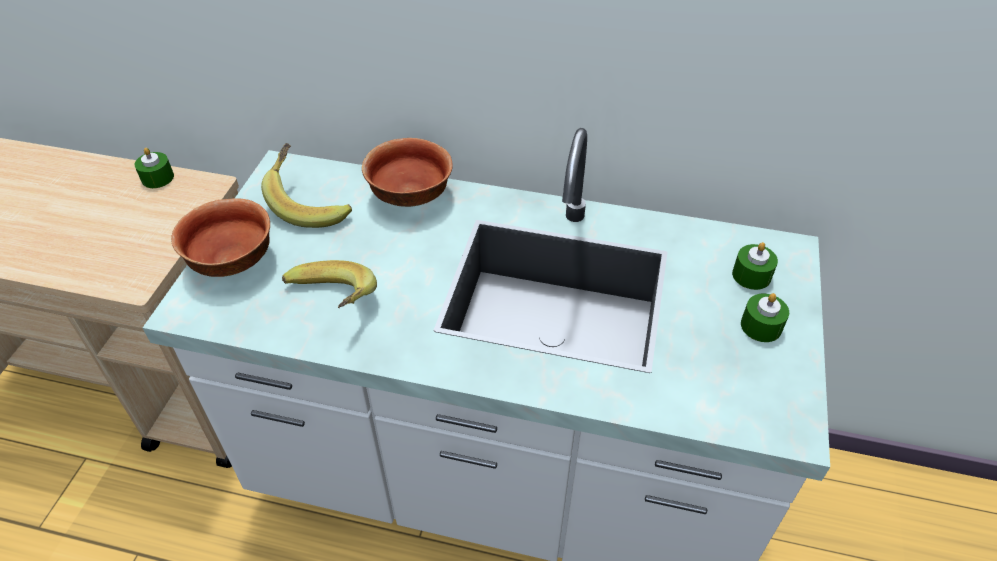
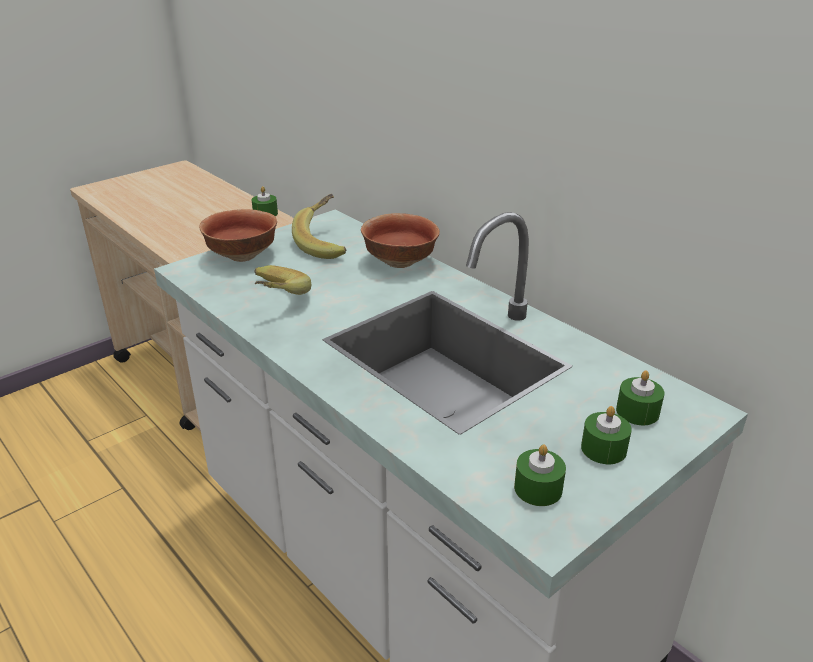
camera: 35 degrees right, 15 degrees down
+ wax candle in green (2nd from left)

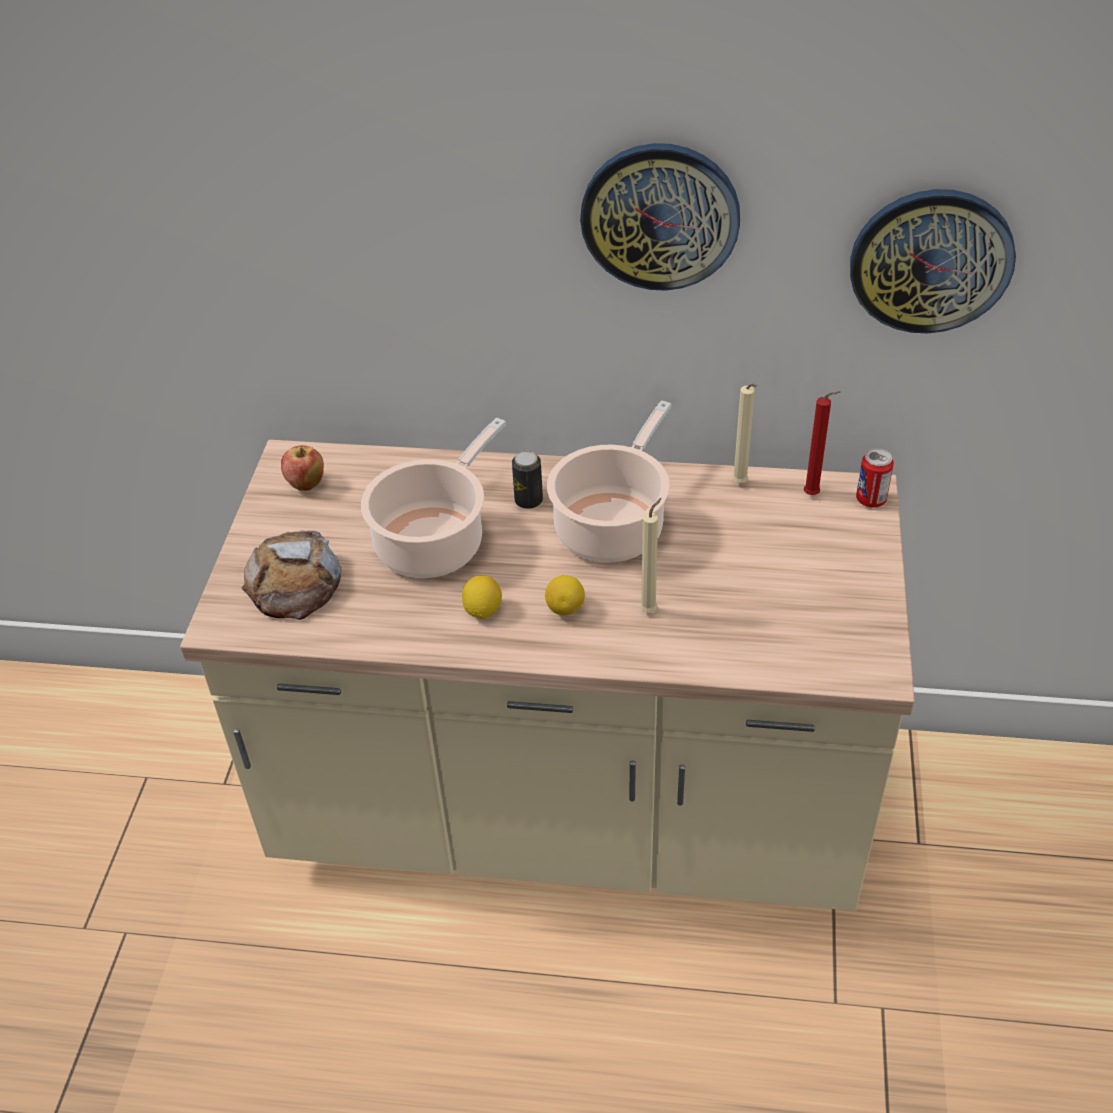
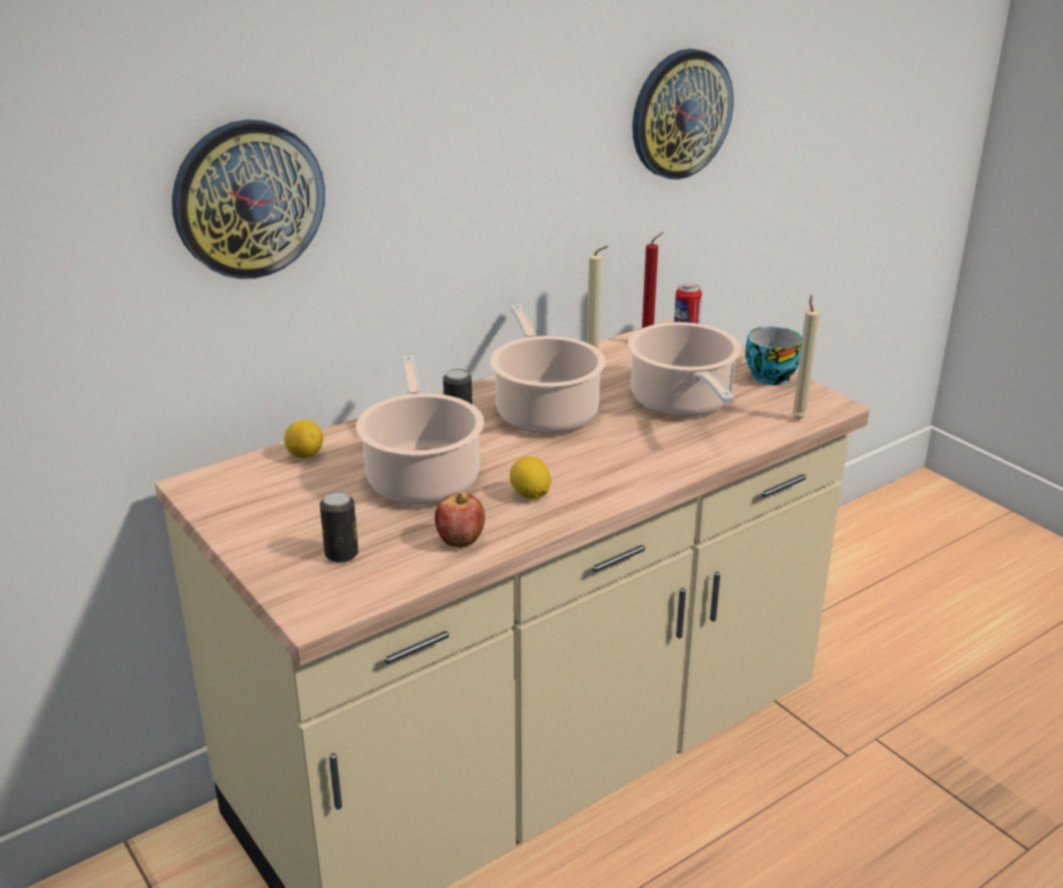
camera: 45 degrees left, 15 degrees down
~ hanging clock (1st from left)
~ apple
~ wax candle in sand-coloured (1st from left in the first image) to wax candle in sand-coloured (2nd from left)
~ baked bread to sealed can (1st from left)
~ lemon (2nd from left in the first image) to lemon (1st from left)
+ cooking pot (3rd from left)
+ cup

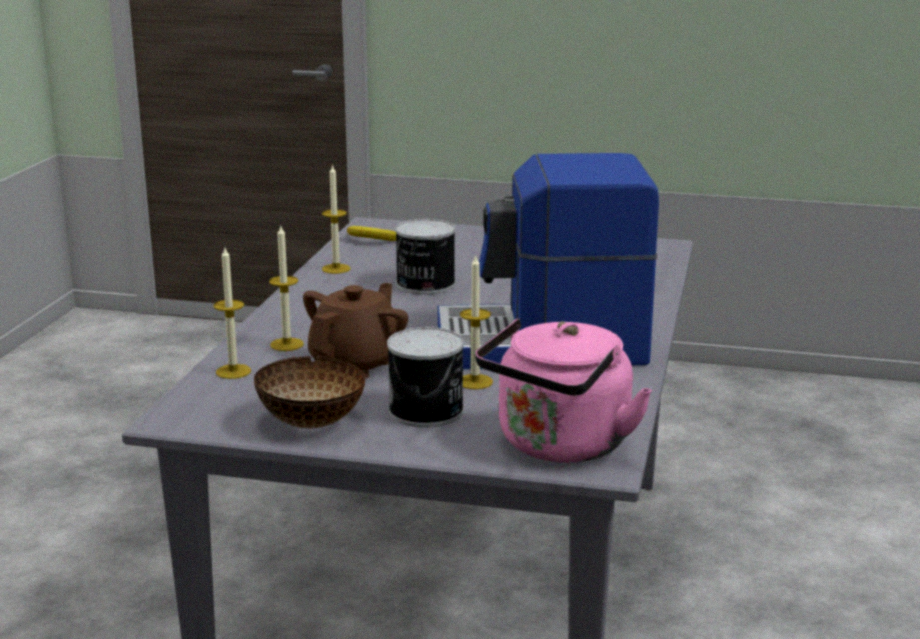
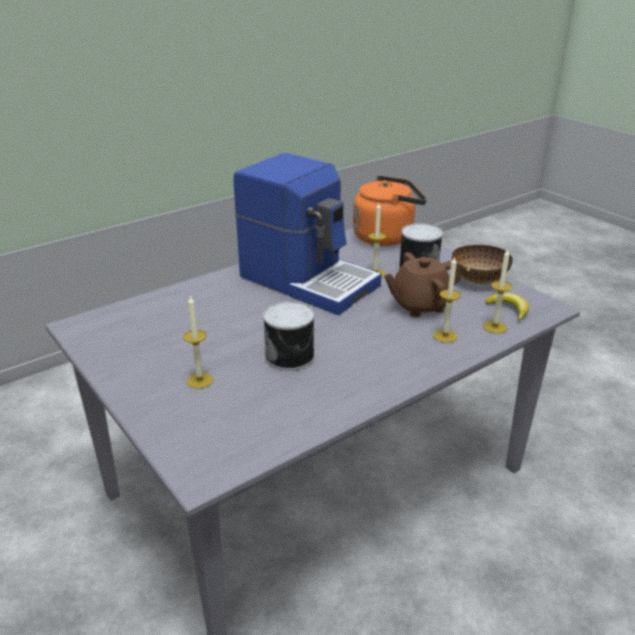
camera: 140 degrees left, 10 degrees up
~ wax candle (3rd from left in the first image) to wax candle (1st from left)
~ whole banana
~ kettle in pink-coloured to kettle in orange-coloured

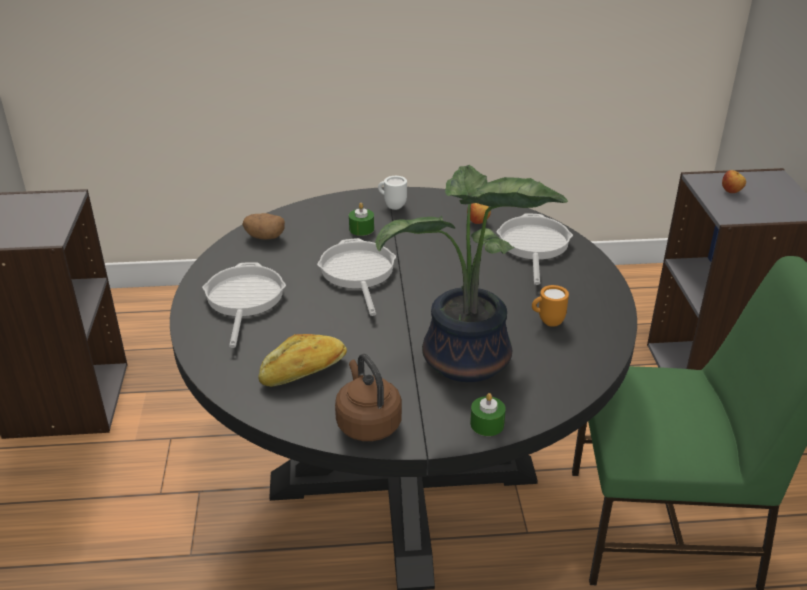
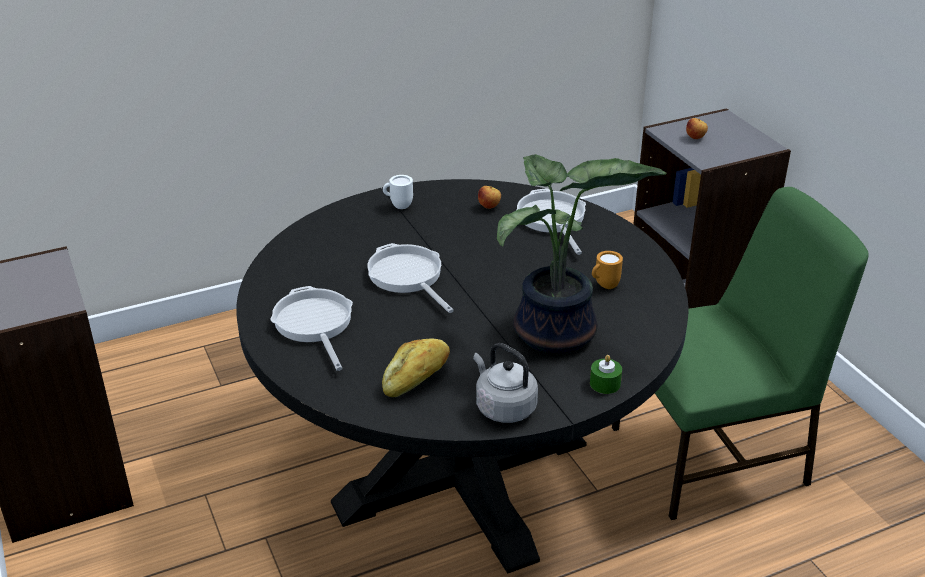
camera: 20 degrees left, 0 degrees up
- wax candle in green (1st from left)
- whole potato
~ kettle in brown-coloured to kettle in gray

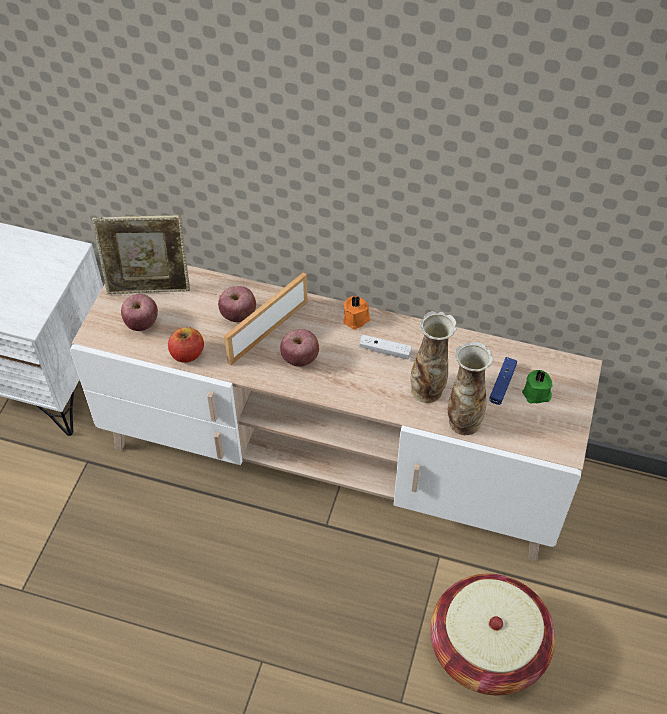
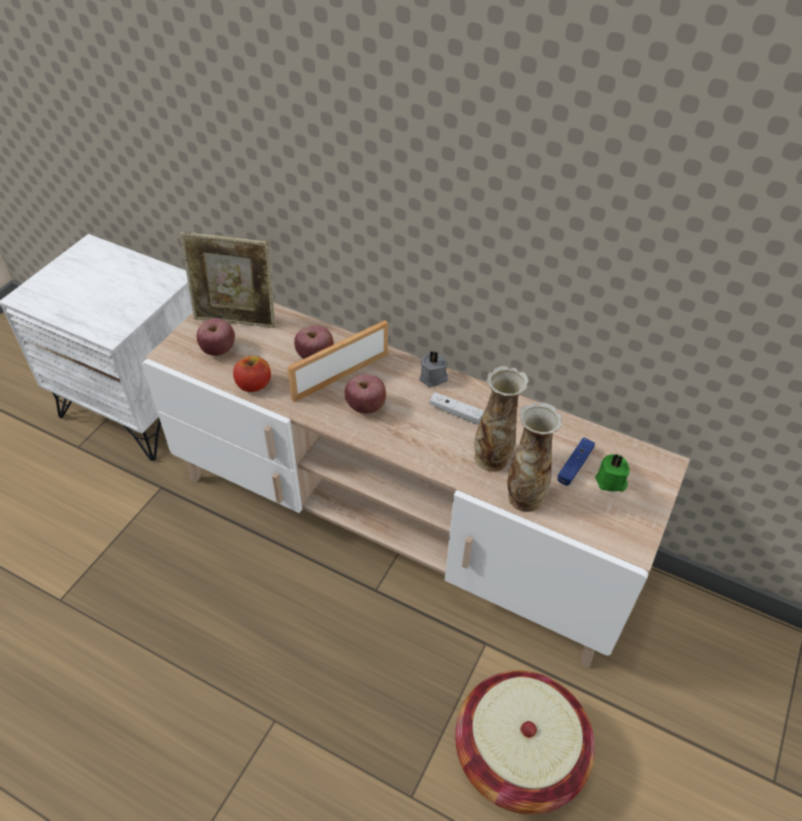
camera: 10 degrees right, 5 degrees down
~ wax candle in orange-coloured to wax candle in gray

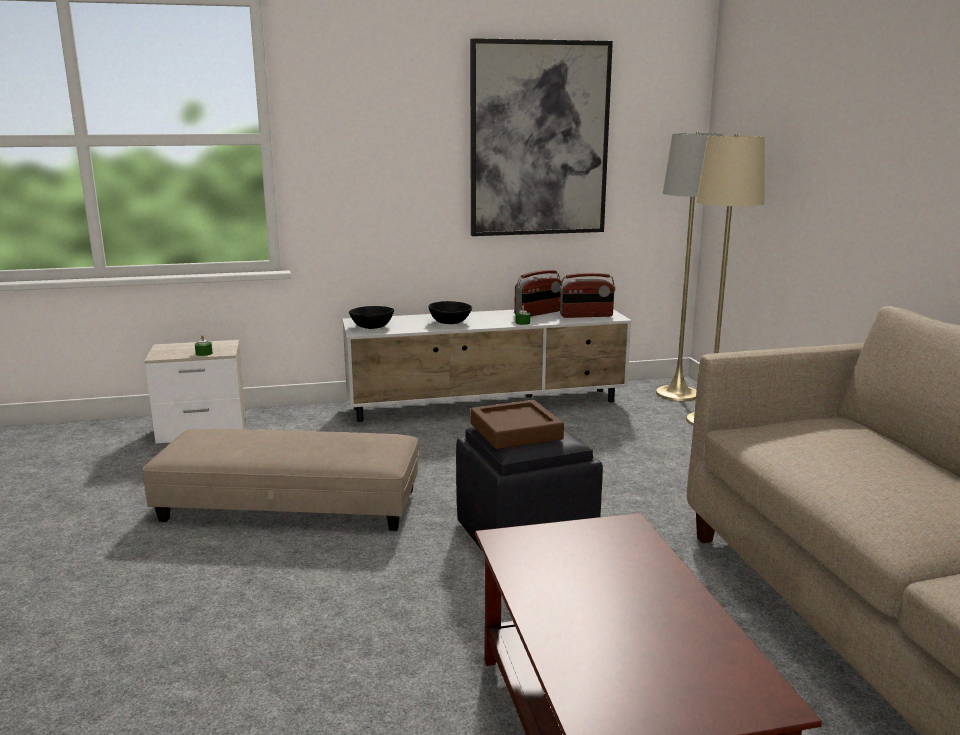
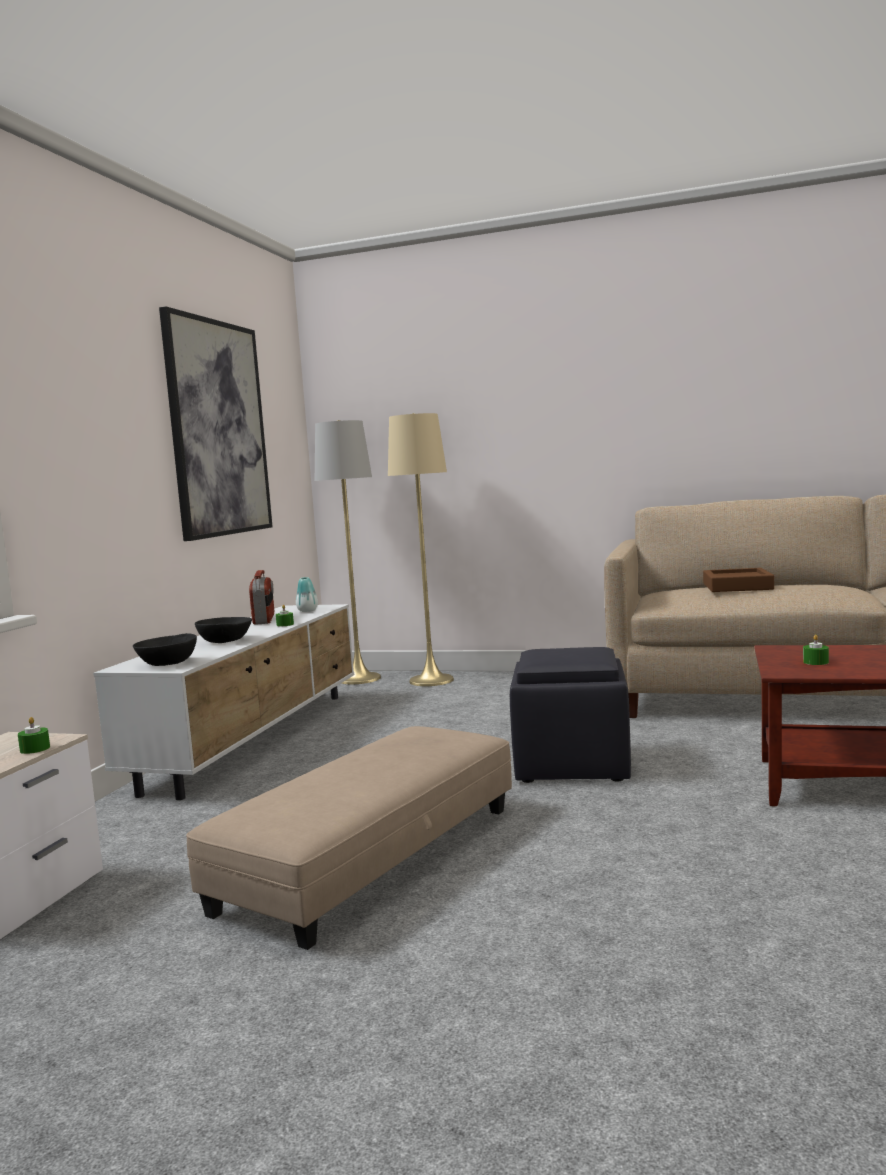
camera: 60 degrees left, 10 degrees down
~ radio (2nd from left) to flower vase
~ tray in brown-coloured
+ wax candle in green (3rd from left)

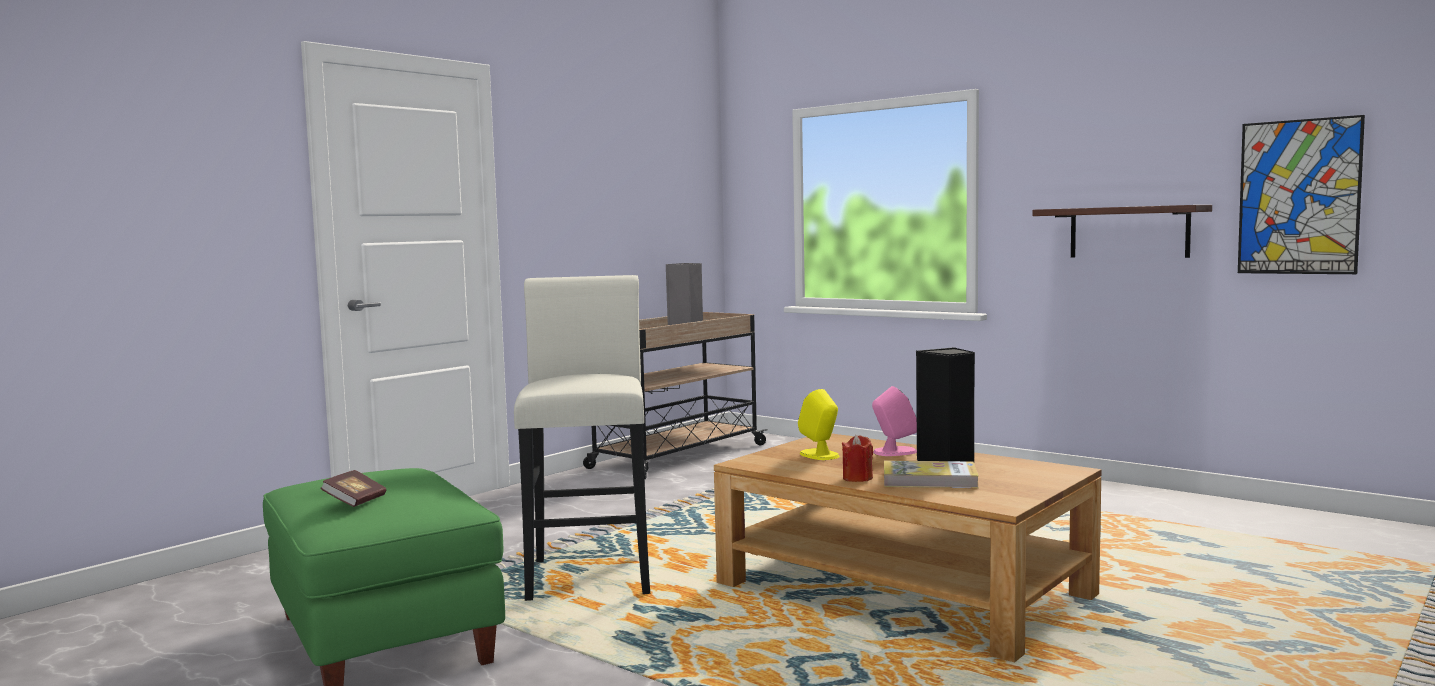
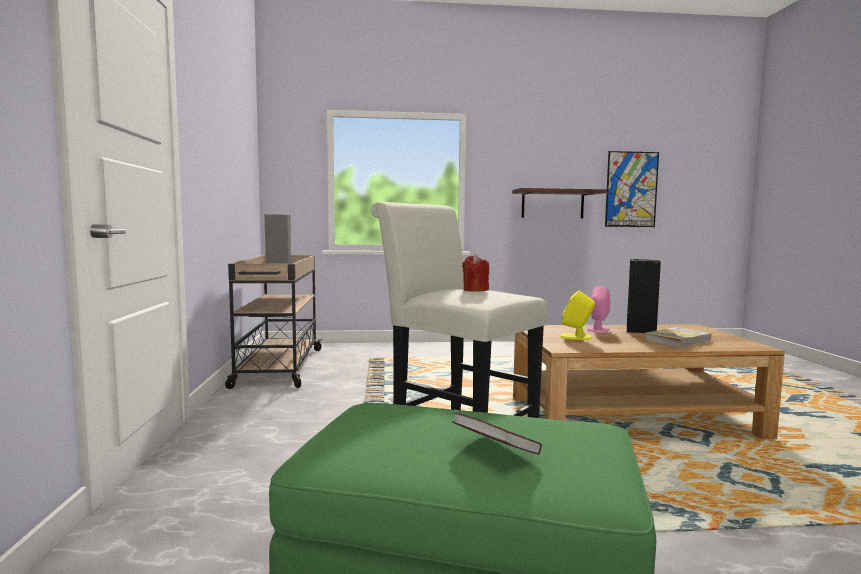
camera: 45 degrees left, 0 degrees up
~ wax candle in red

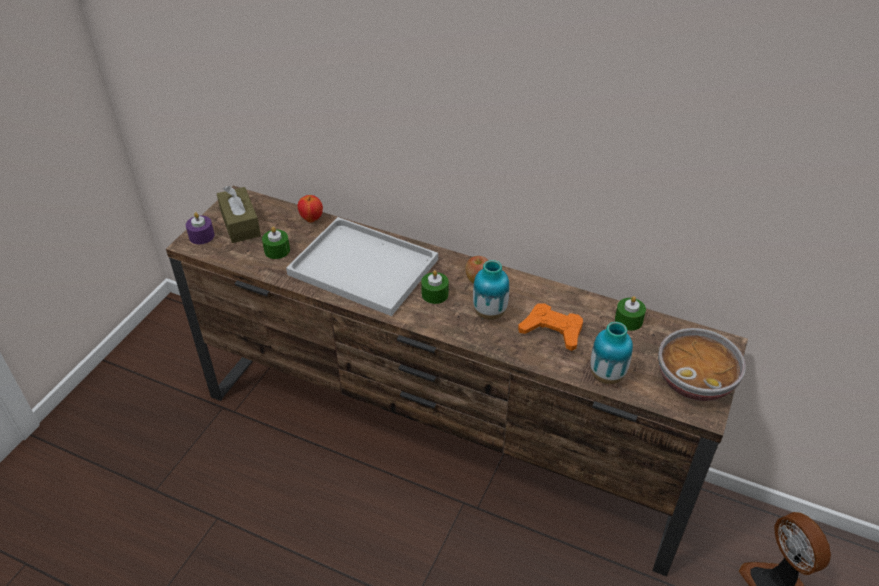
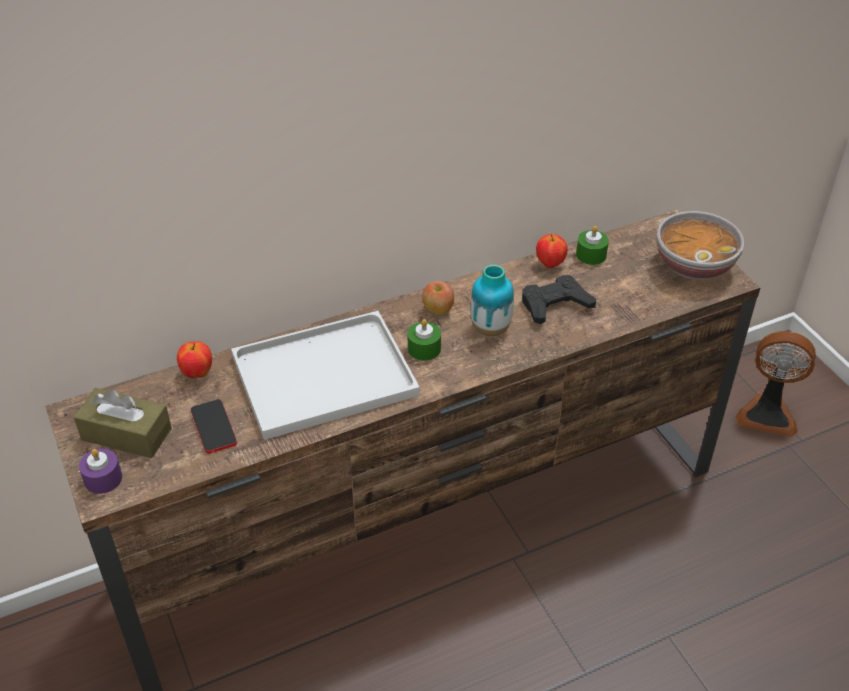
camera: 50 degrees left, 0 degrees up
~ wax candle in green (1st from left) to telephone
~ gamepad in orange-coloured to gamepad in blackish
- flower vase (2nd from left)
+ apple (3rd from left)

